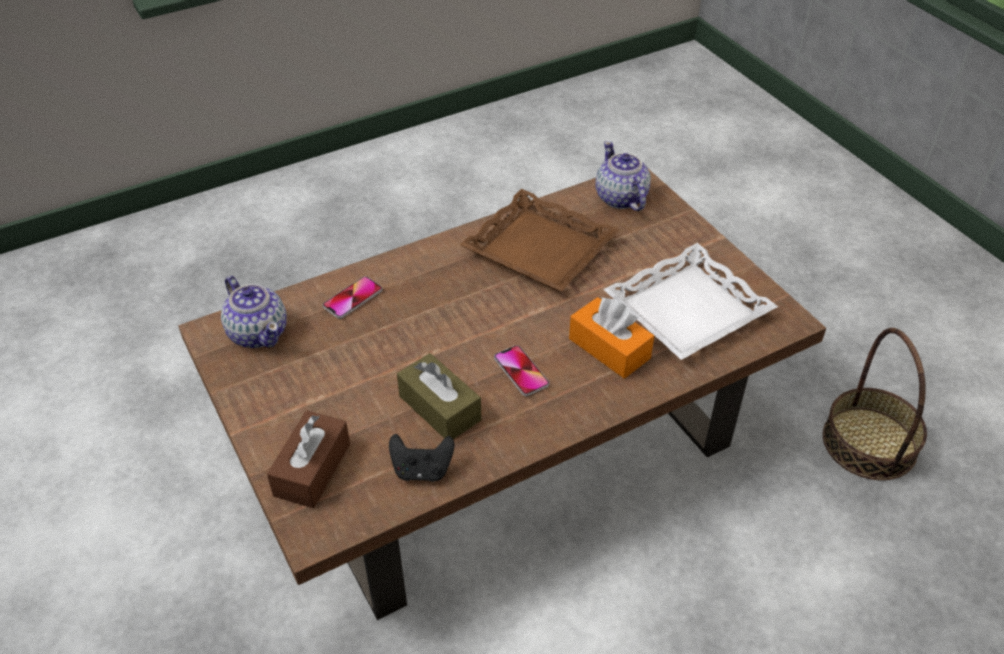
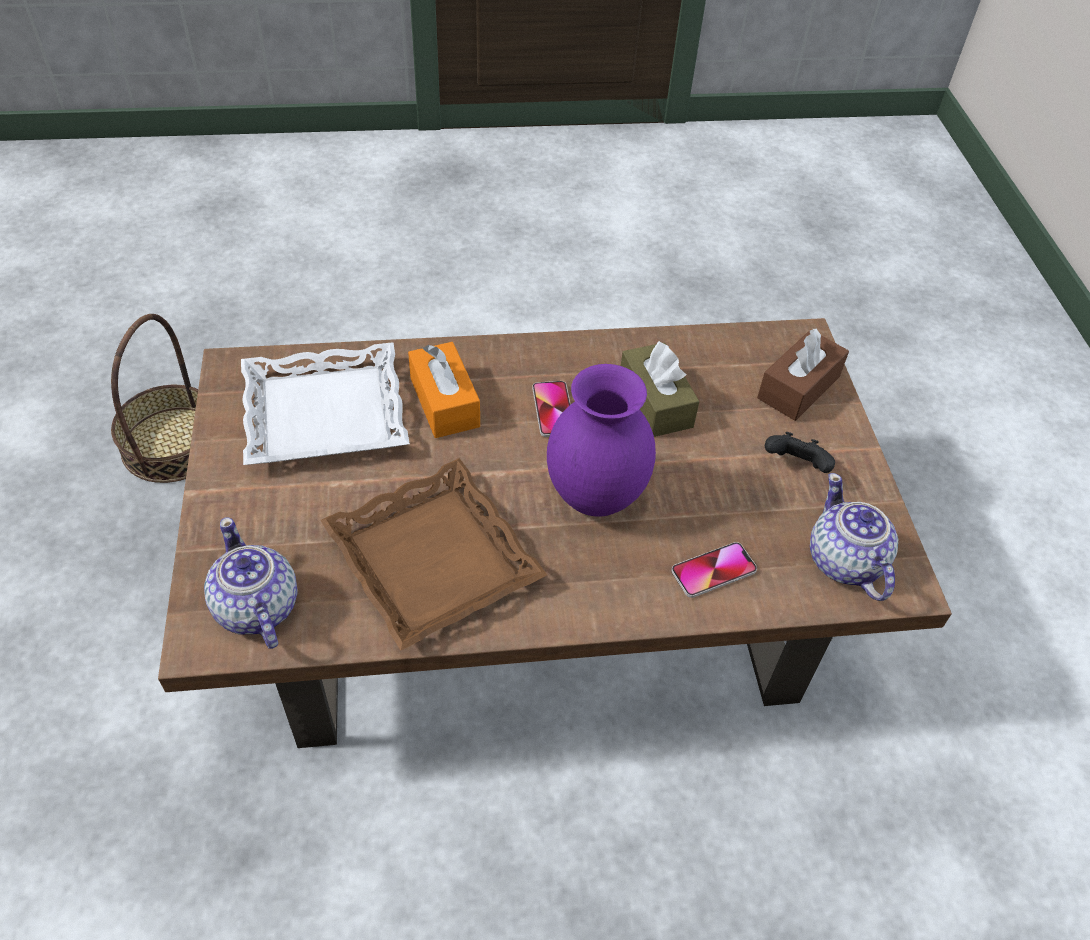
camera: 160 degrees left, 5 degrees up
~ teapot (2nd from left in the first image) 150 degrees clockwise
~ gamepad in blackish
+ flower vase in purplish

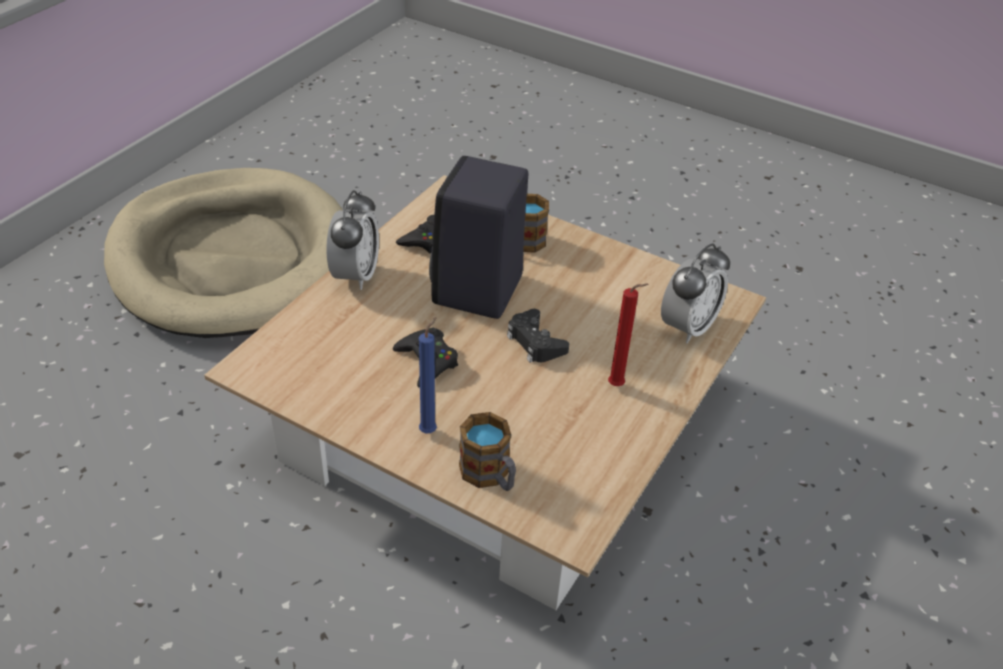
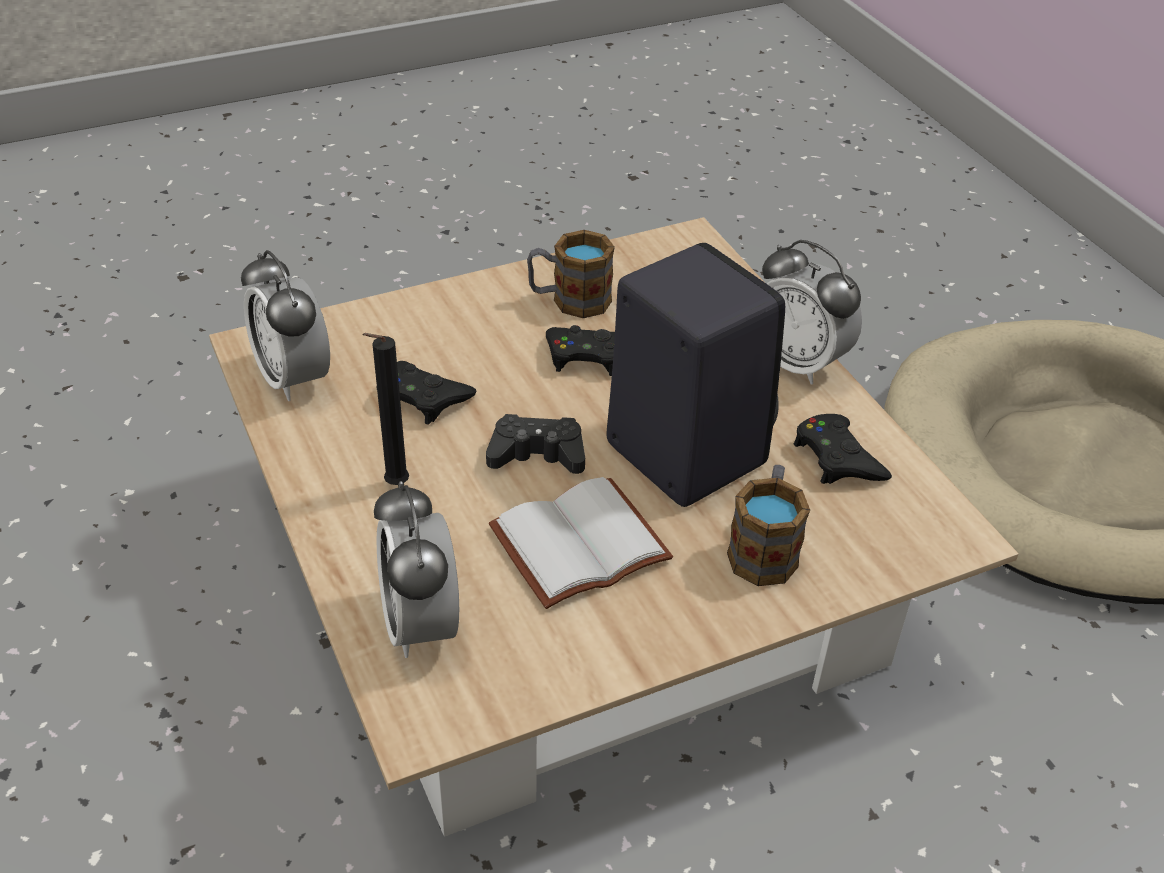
camera: 125 degrees right, 0 degrees up
~ wax candle in red to wax candle in blackish
- wax candle in blue
~ coffee mug (1st from left)
+ bedside clock (1st from left)
+ gamepad in blackish (1st from left)
+ volume in whitish

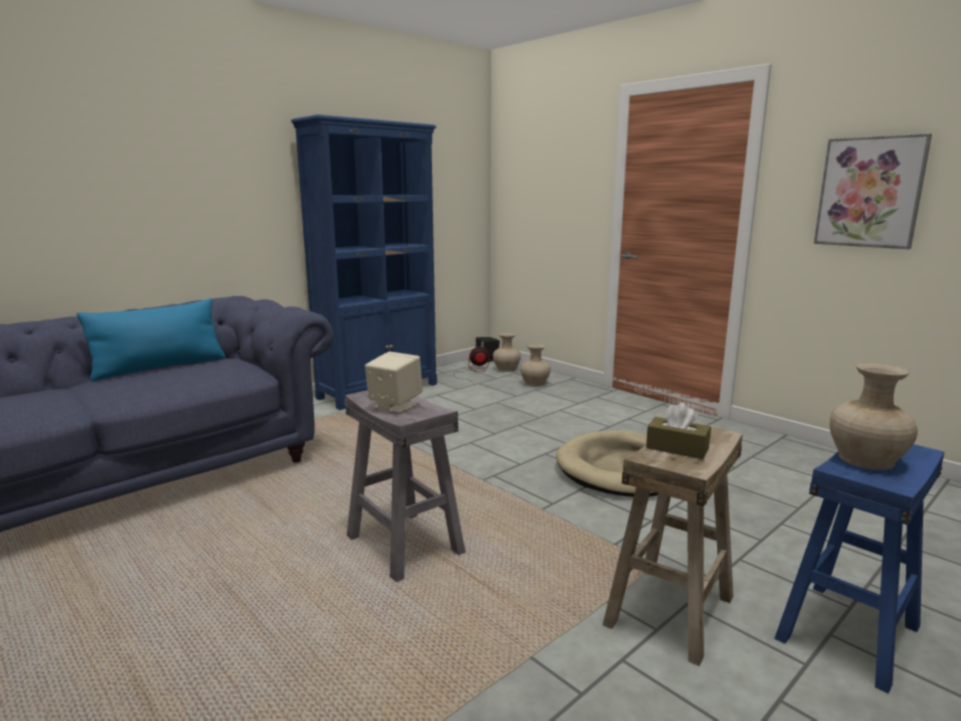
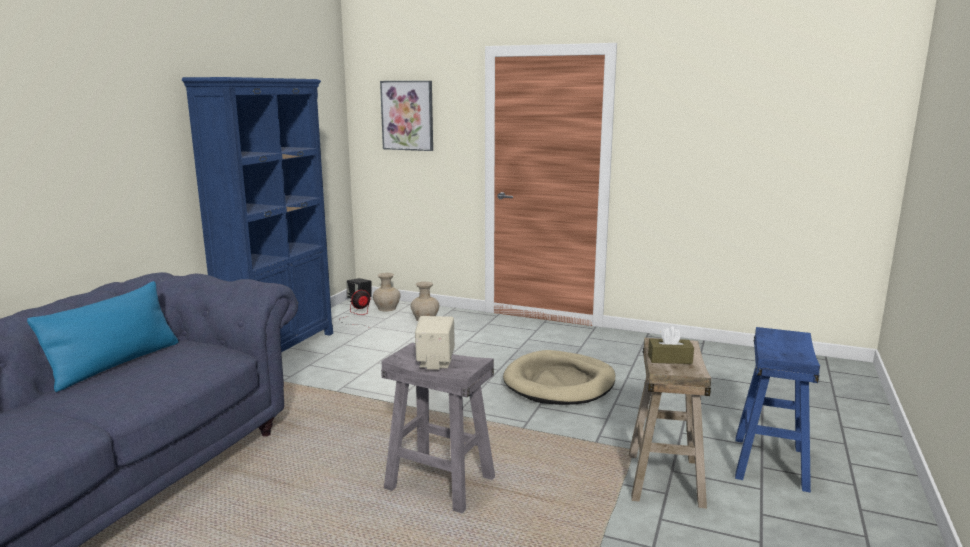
camera: 25 degrees left, 0 degrees up
~ wall picture
- flower vase in sand-coloured (3rd from left)

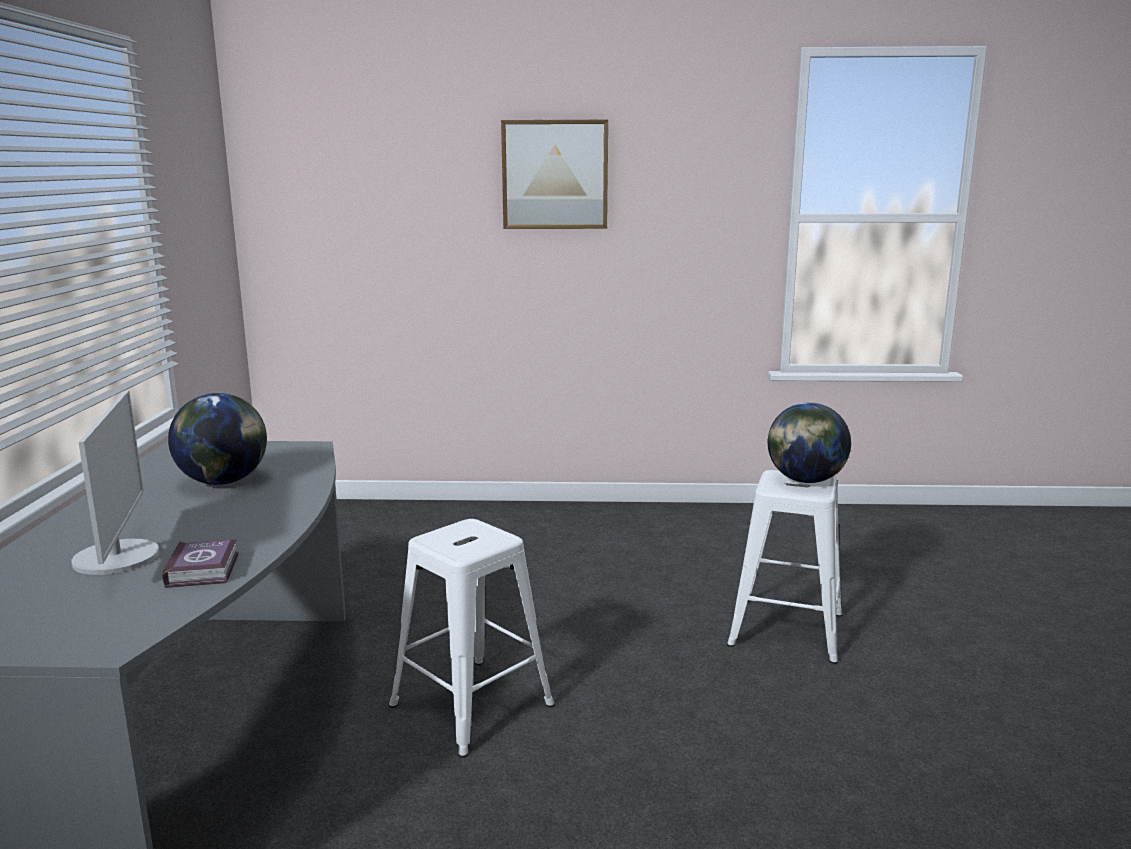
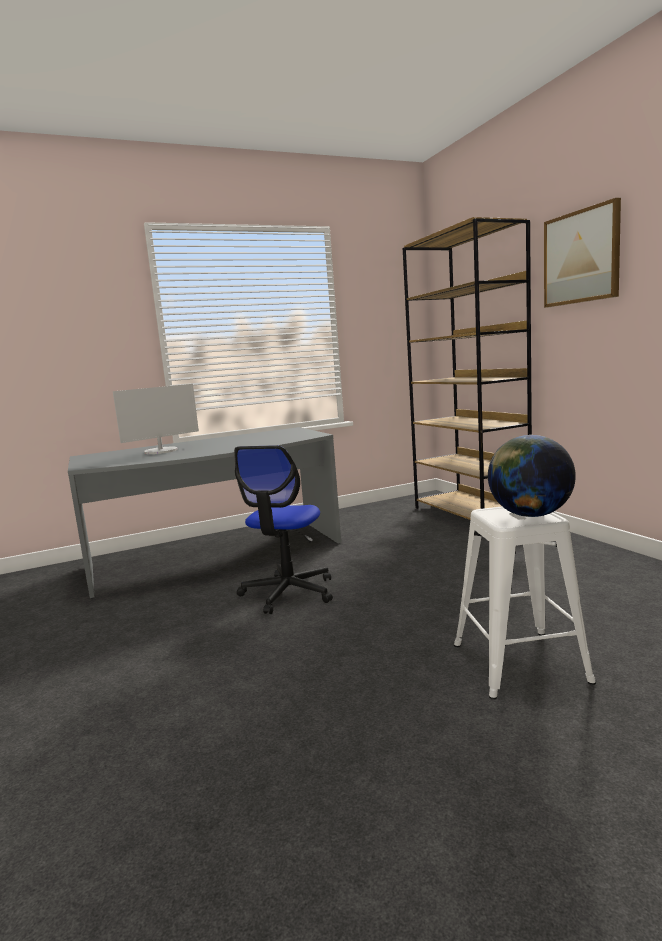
camera: 65 degrees right, 5 degrees down
- world globe (1st from left)
~ stool in whitish (1st from left) to office chair
- volume
+ bookshelf in brown-coloured

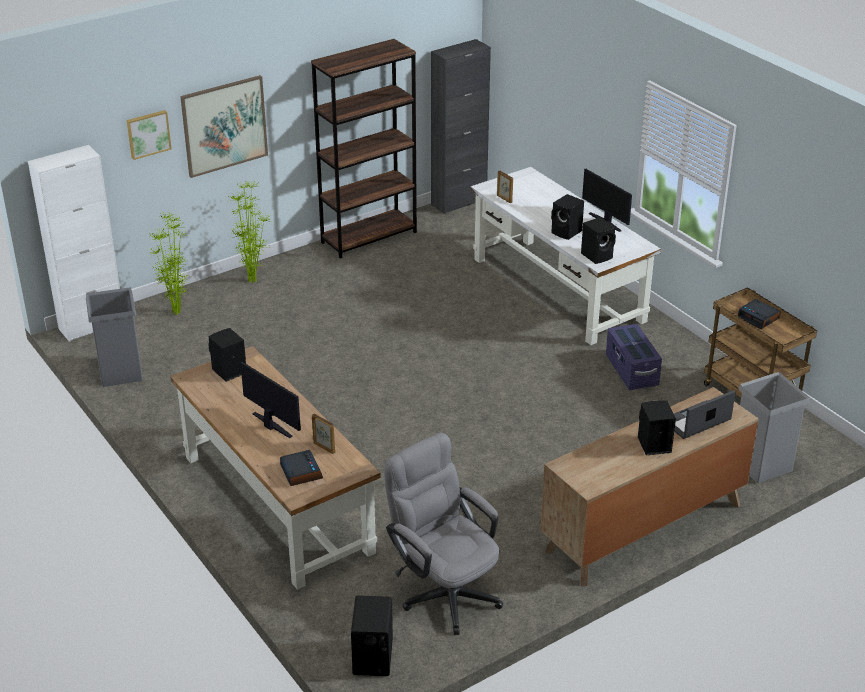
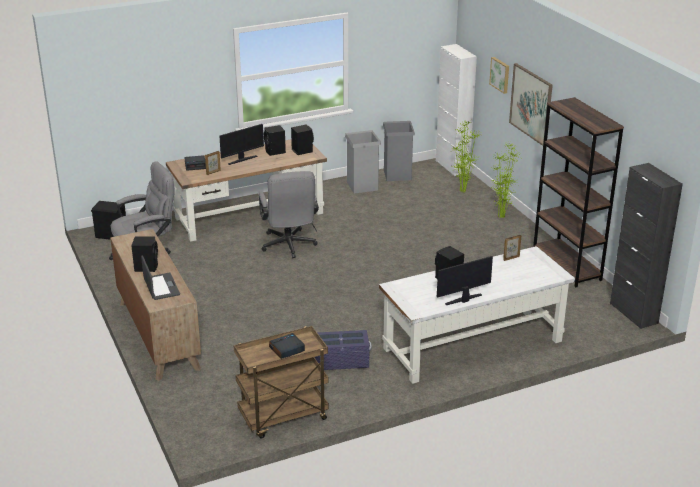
camera: 100 degrees right, 5 degrees down
~ loudspeaker in blackish (4th from left in the first image) to loudspeaker in blackish (3rd from left)
~ rubbish bin in gray (2nd from left in the first image) to rubbish bin in gray (1st from left)
+ office chair in gray (2nd from left)

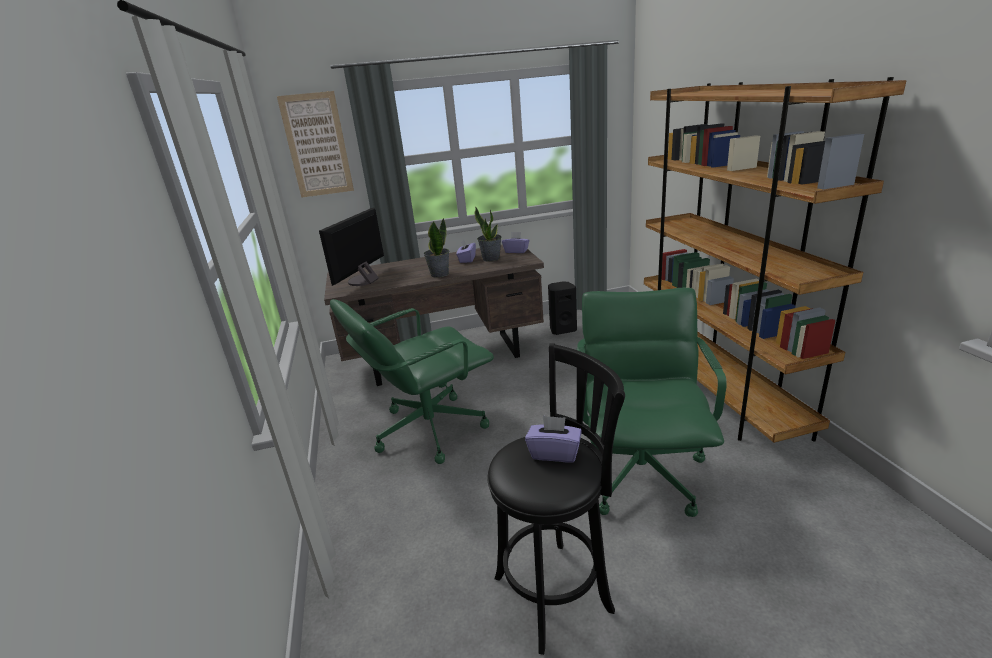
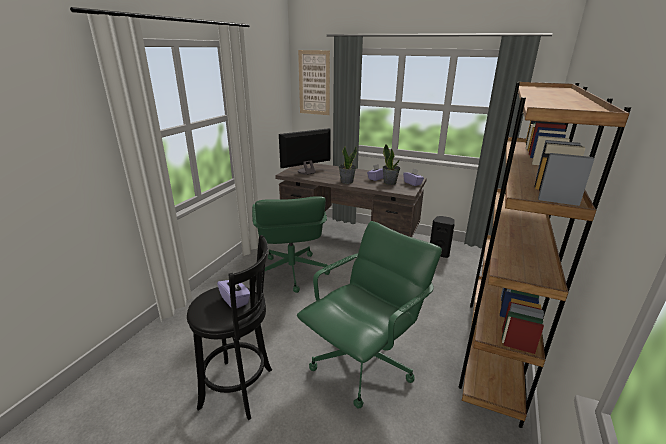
camera: 35 degrees right, 0 degrees up
~ office chair in green (1st from left) 105 degrees counterclockwise

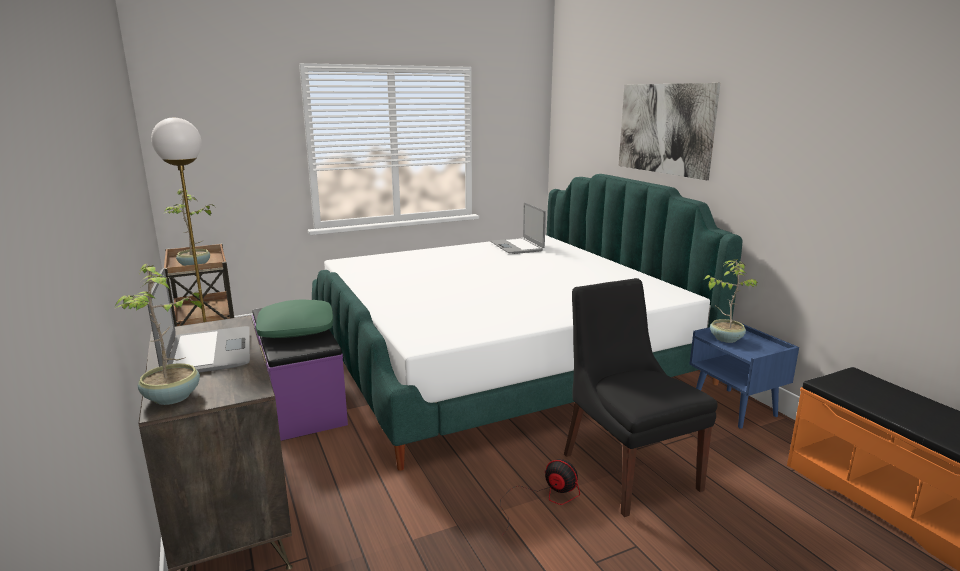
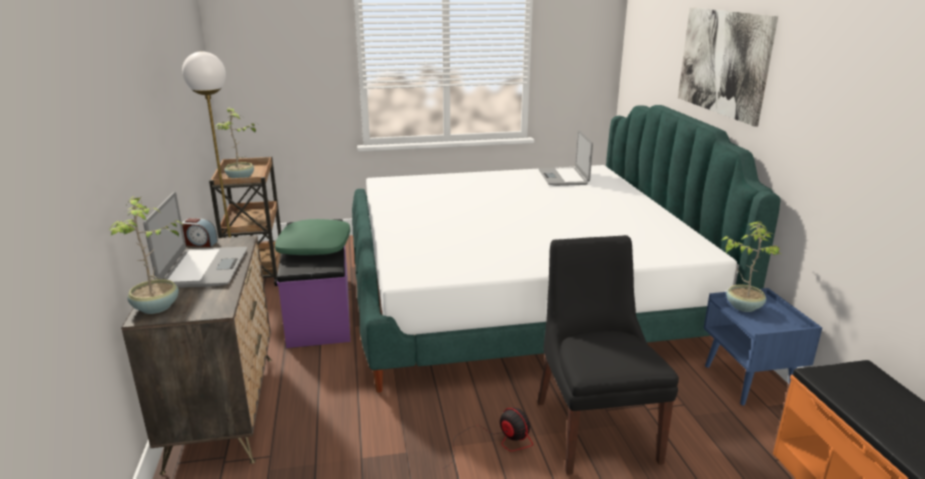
camera: 15 degrees right, 5 degrees up
+ bedside clock

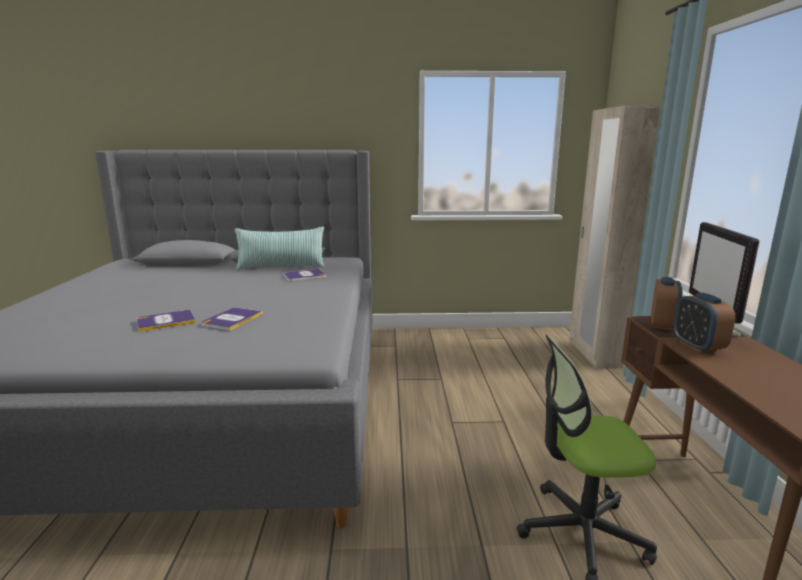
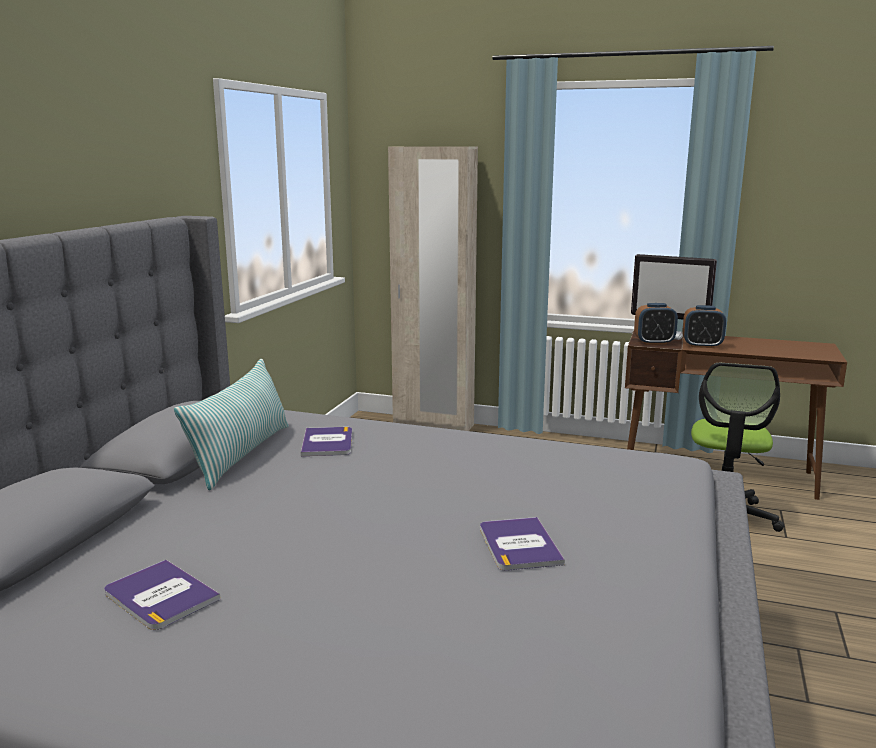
camera: 70 degrees left, 0 degrees up
~ bedside clock (1st from left) 135 degrees clockwise
~ volume (2nd from left in the first image) to volume (1st from left)

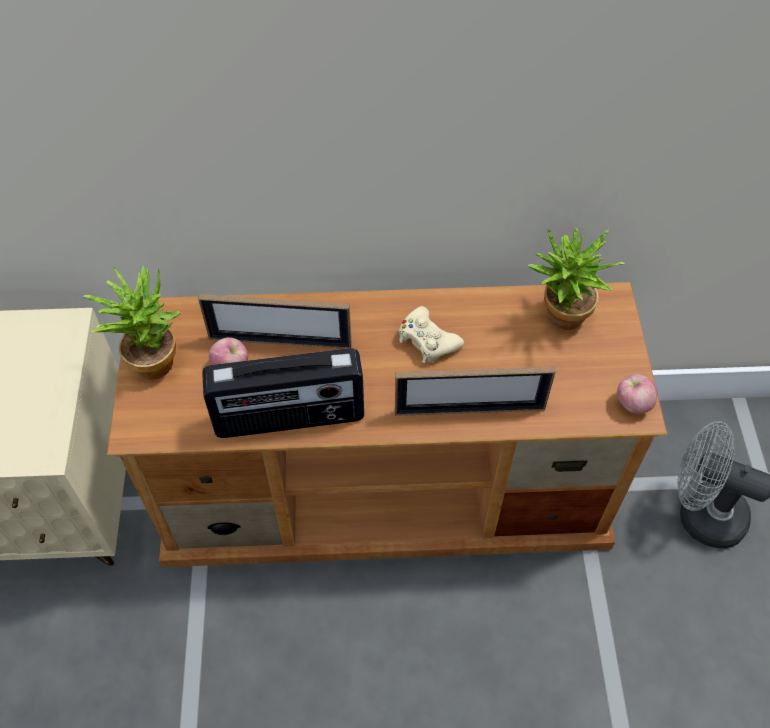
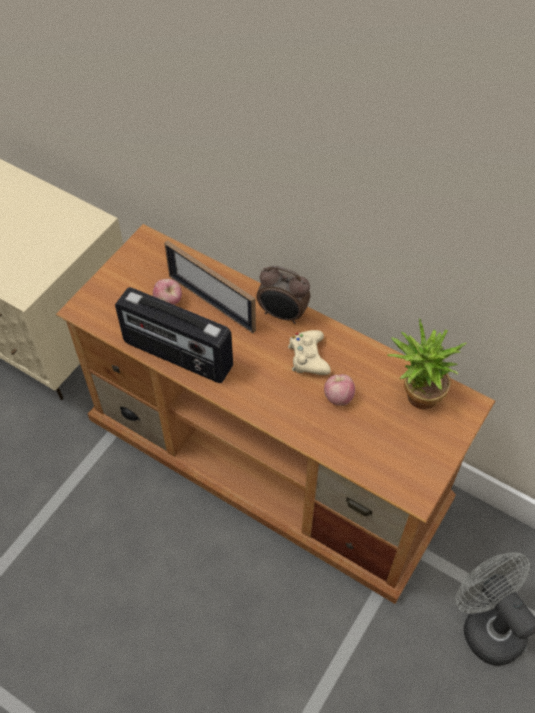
camera: 35 degrees right, 0 degrees up
- potted plant (1st from left)
- photo frame (2nd from left)
~ apple (2nd from left)
+ bedside clock

